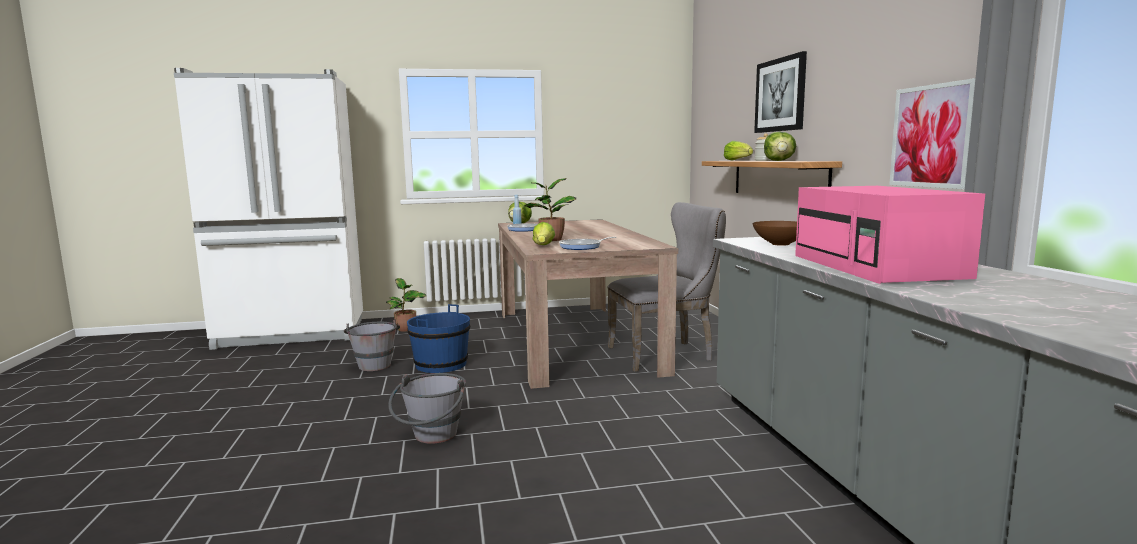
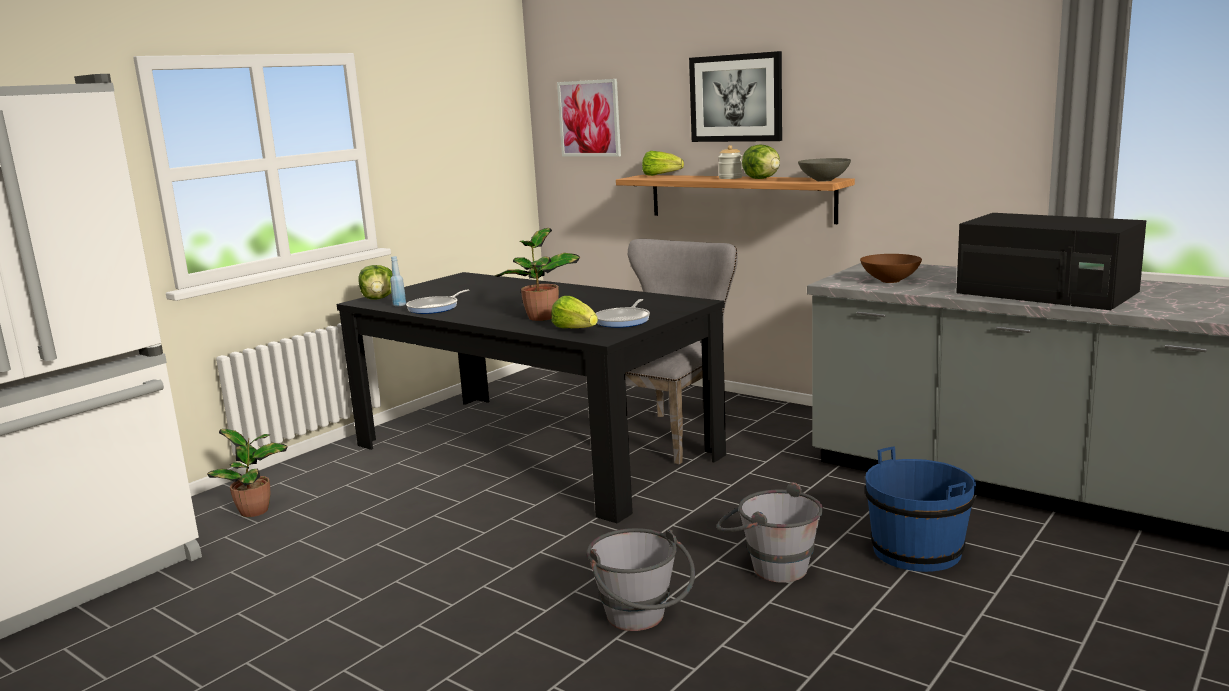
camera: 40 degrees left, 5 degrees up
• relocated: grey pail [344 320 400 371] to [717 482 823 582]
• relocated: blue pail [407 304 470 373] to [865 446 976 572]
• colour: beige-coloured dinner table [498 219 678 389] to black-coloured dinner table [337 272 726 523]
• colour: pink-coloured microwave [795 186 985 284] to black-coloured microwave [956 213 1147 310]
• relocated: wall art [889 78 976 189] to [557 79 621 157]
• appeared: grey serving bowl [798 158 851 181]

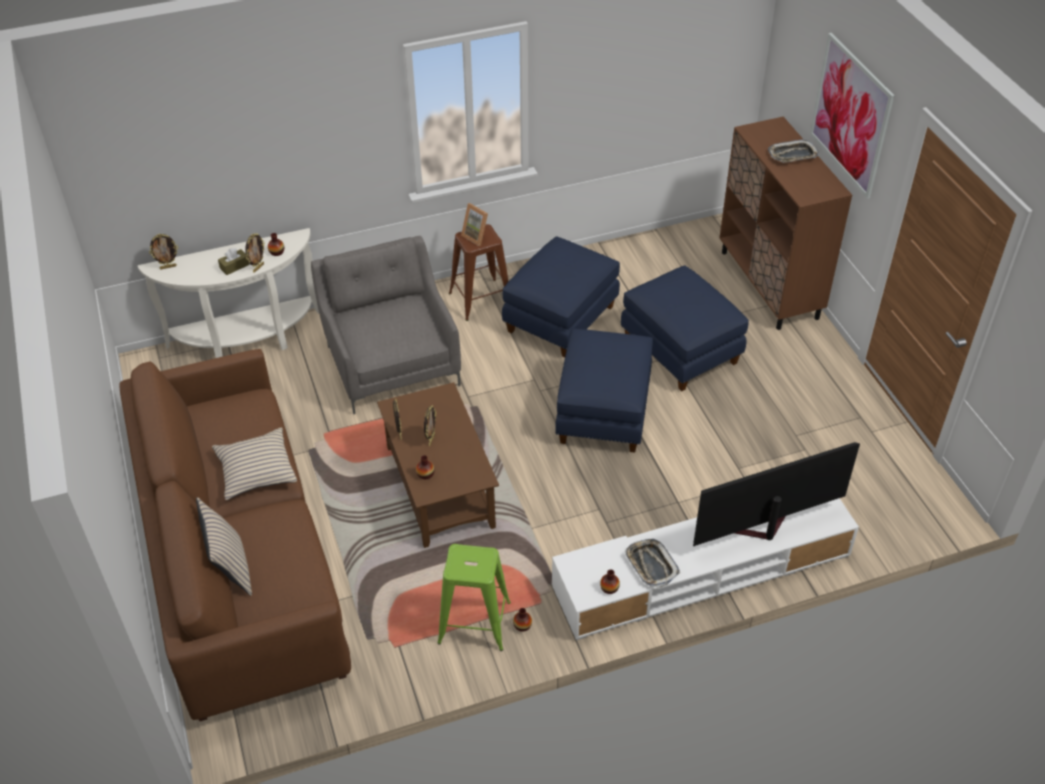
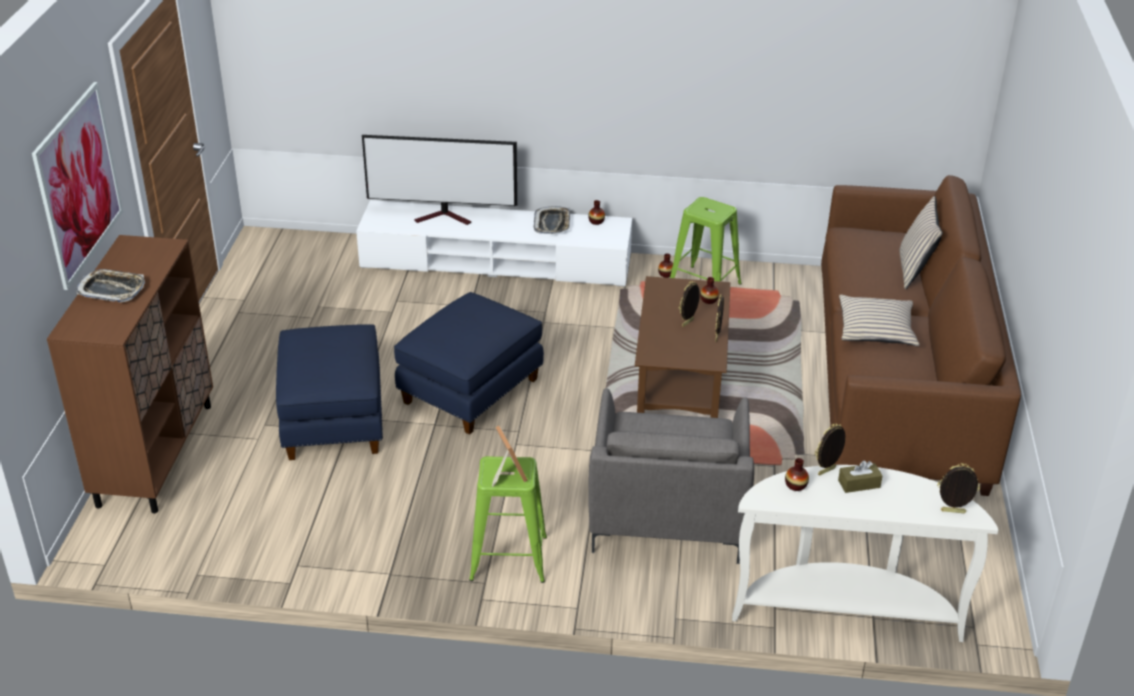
camera: 155 degrees left, 10 degrees down
• colour: brown stool [449 224 508 321] to green stool [469 456 547 583]
• missing: blue footrest [502 237 620 358]

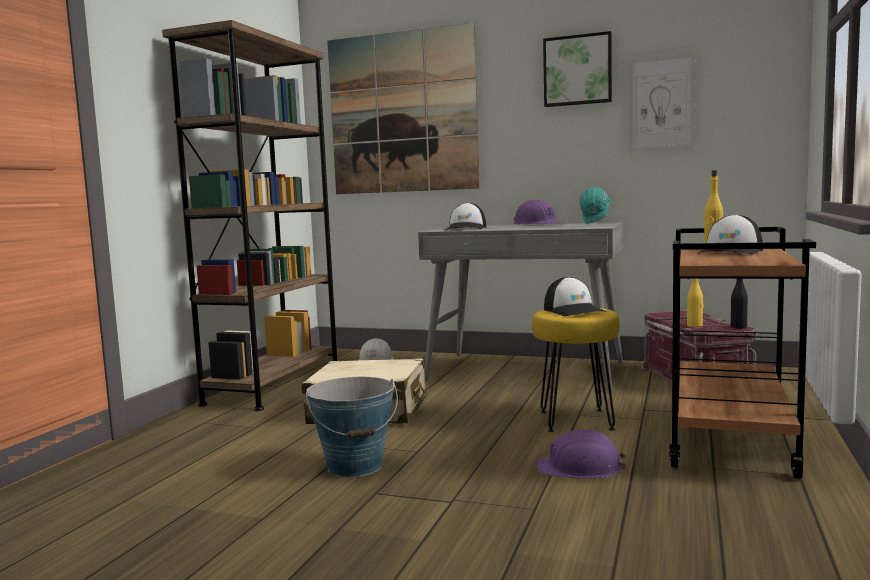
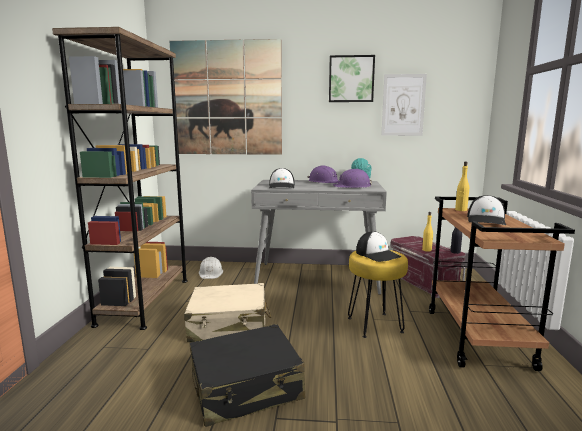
camera: 15 degrees left, 5 degrees up
• exchanged: pail [306 377 398 477] to black-coloured travel case [190 324 305 427]
• relocated: purple hard hat [537 429 626 479] to [333 169 372 188]

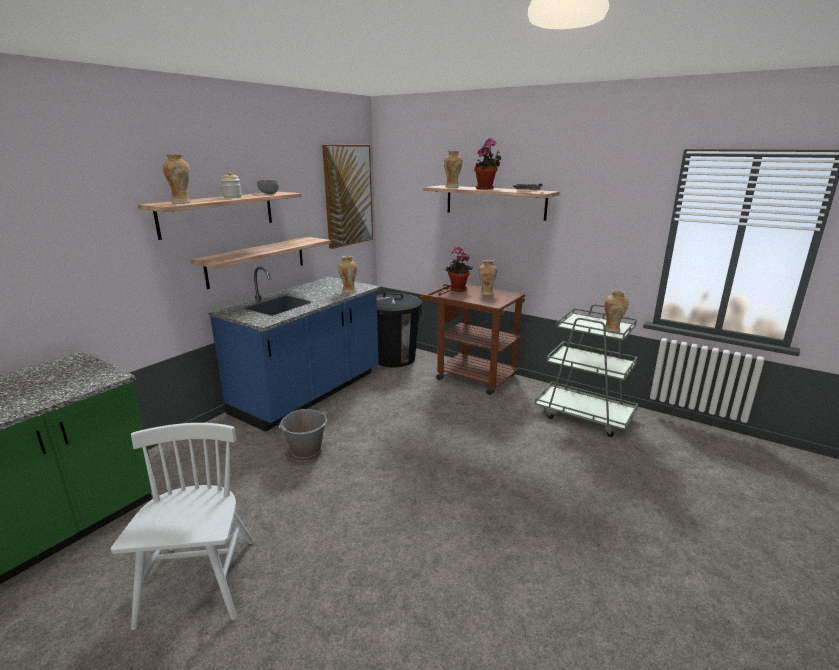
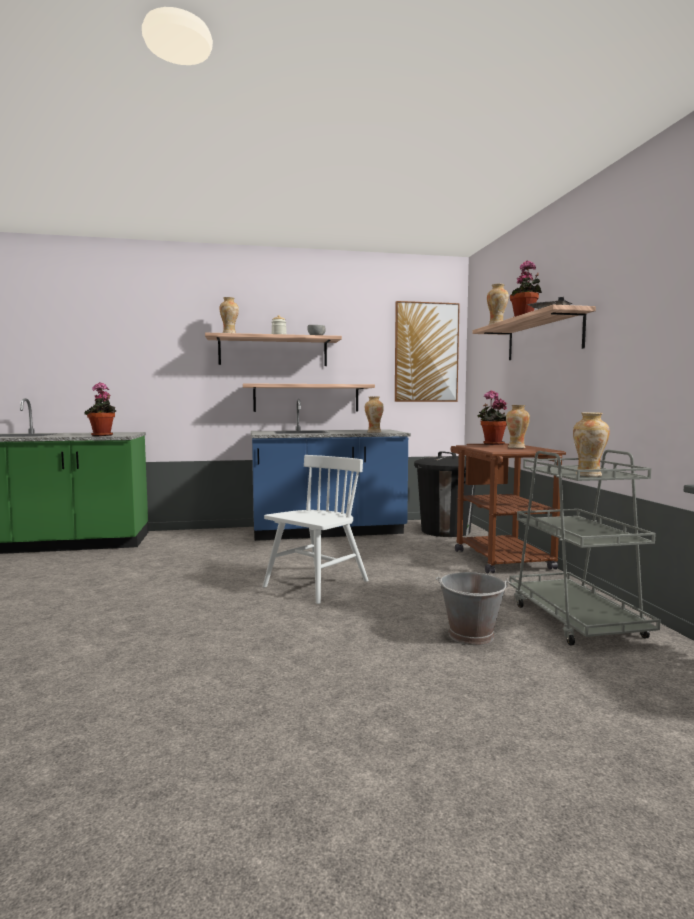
camera: 45 degrees right, 15 degrees down
• relocated: whitish plain chair [111 423 254 630] to [263 455 369 604]
• relocated: grey pail [279 409 327 462] to [436 572 511 645]
• appeared: plant in a pot [85 382 116 436]

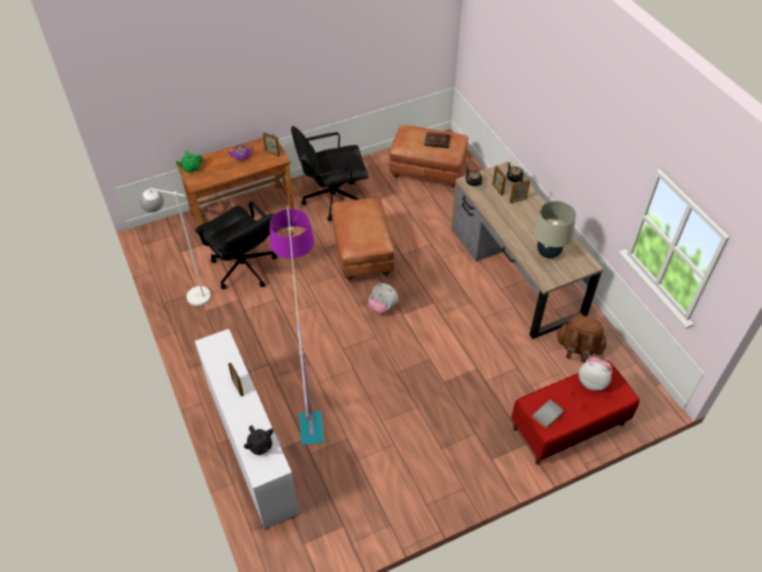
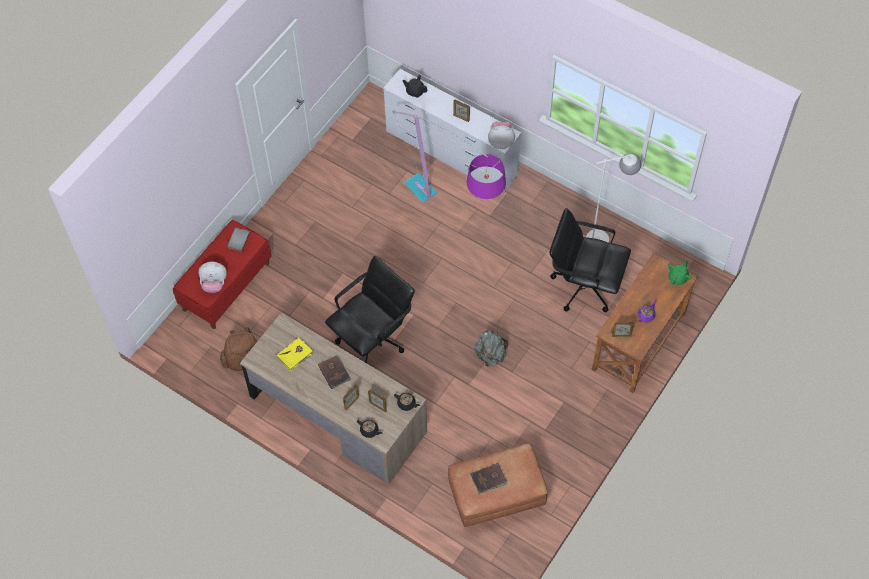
camera: 150 degrees right, 10 degrees up
• relocated: black-coloured office chair [291 126 369 221] to [325 256 415 364]
• exchanged: brown footrest [332 198 394 282] to grey rucksack [474 330 508 367]
• relocated: soft toy [368 283 398 314] to [488 122 515 149]
• exchanged: beige-coloured tabletop lamp [533 201 576 258] to yellowish bound book [276 337 314 371]
• appeared: brown bound book [318 354 351 389]

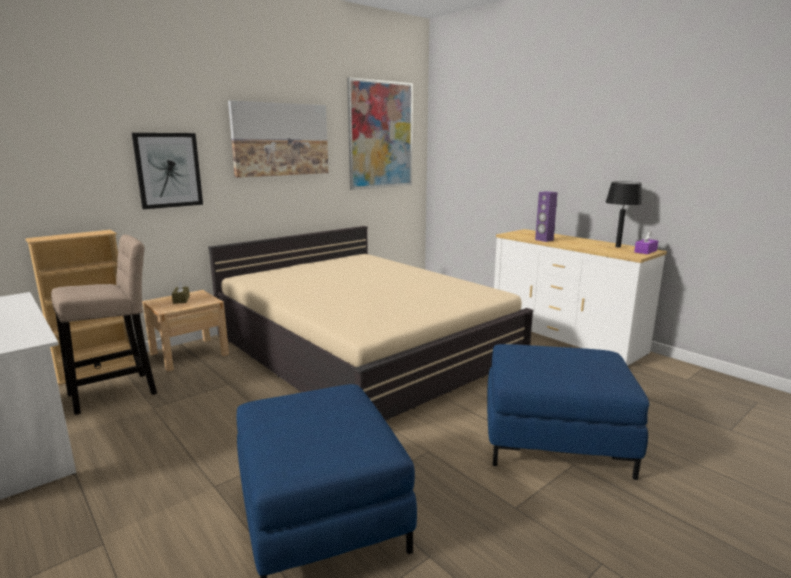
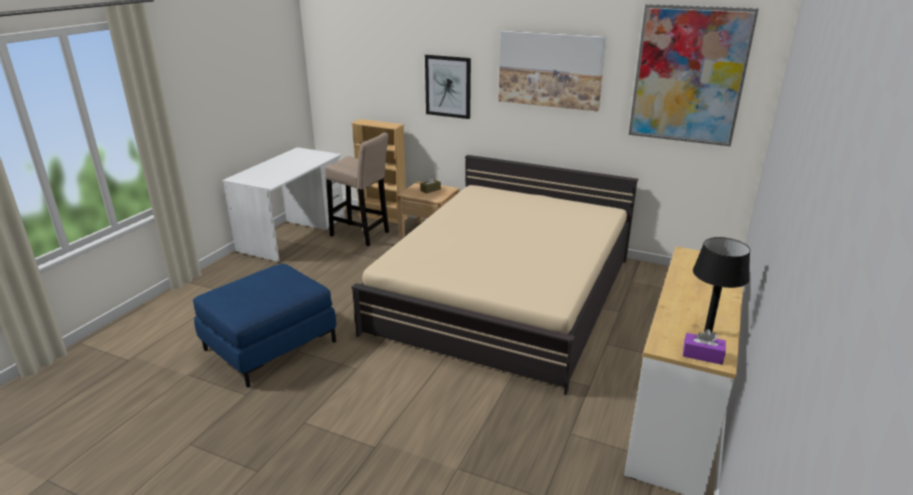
camera: 65 degrees right, 10 degrees up
• missing: blue footrest [487 344 649 480]
• missing: purple loudspeaker [535 191 558 242]

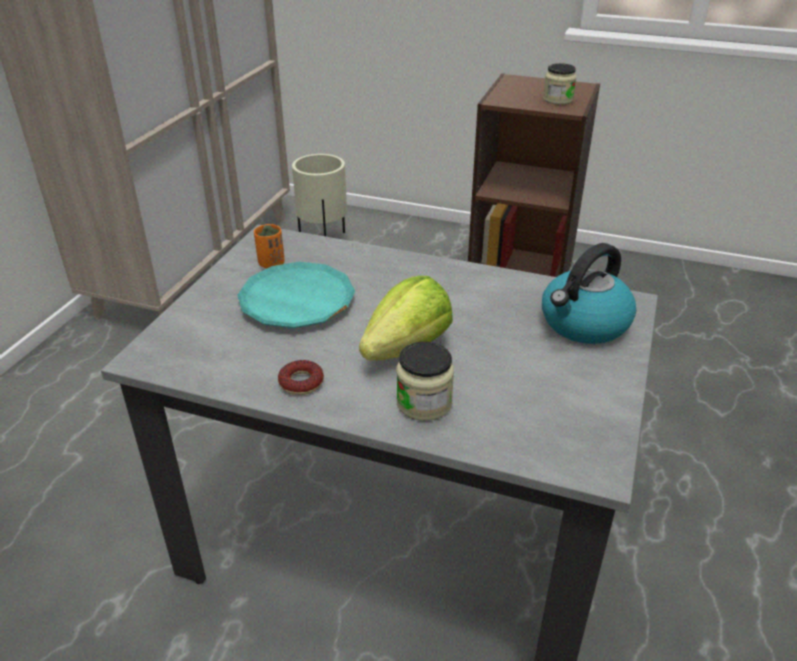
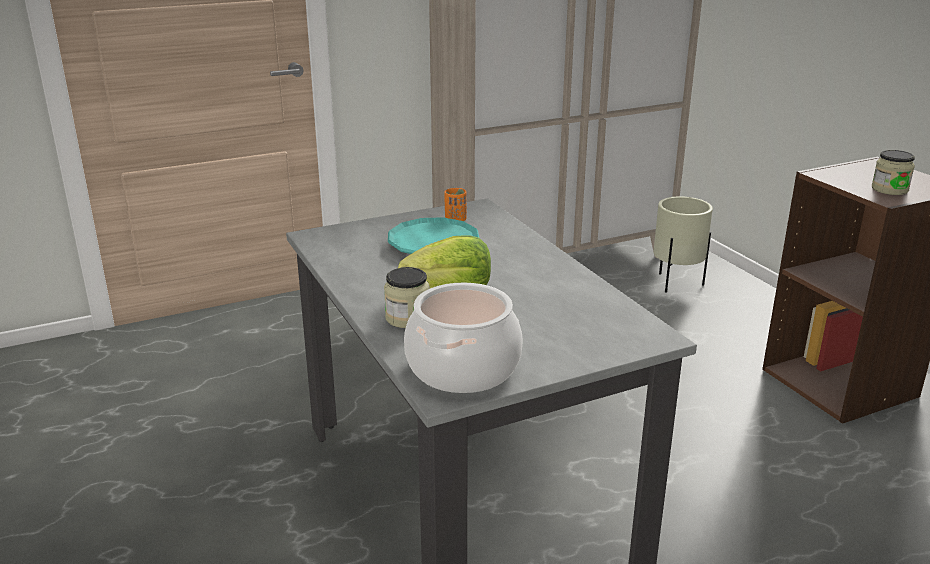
camera: 45 degrees right, 10 degrees down
• missing: doughnut [278 360 324 395]
• missing: kettle [542 243 636 344]
• appeared: cooking pot [404 283 523 393]

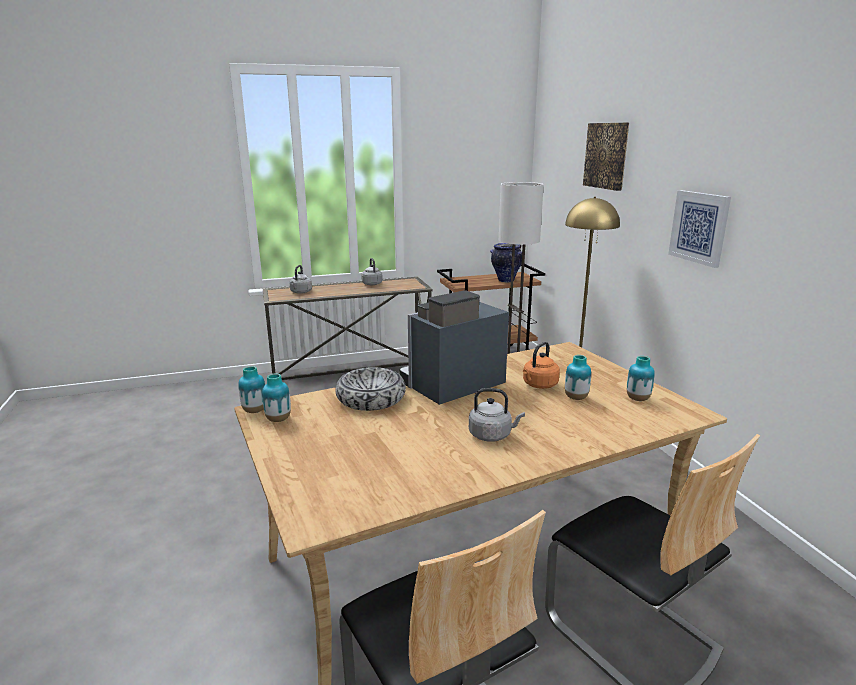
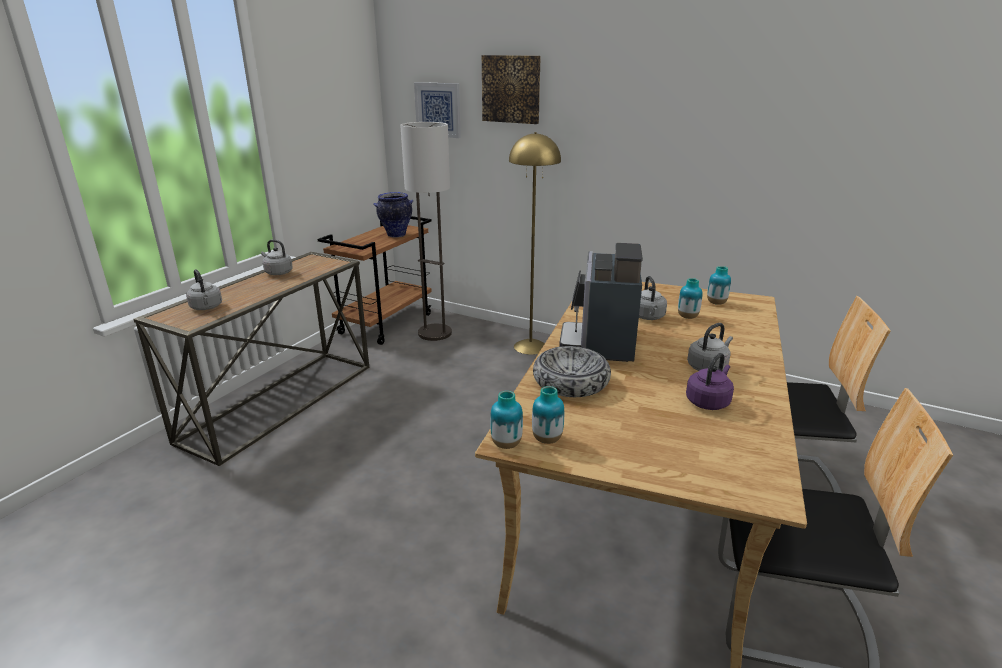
camera: 45 degrees left, 5 degrees up
• colour: orangey kettle [523 342 560 389] to grey kettle [639 276 667 320]
• relocated: wall art [668 190 731 268] to [414 82 461 138]
• appeared: purple kettle [686 353 734 410]

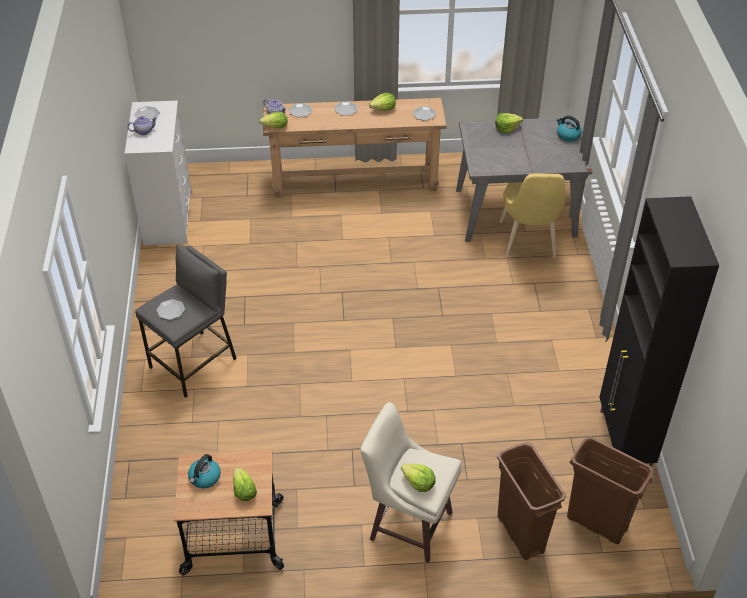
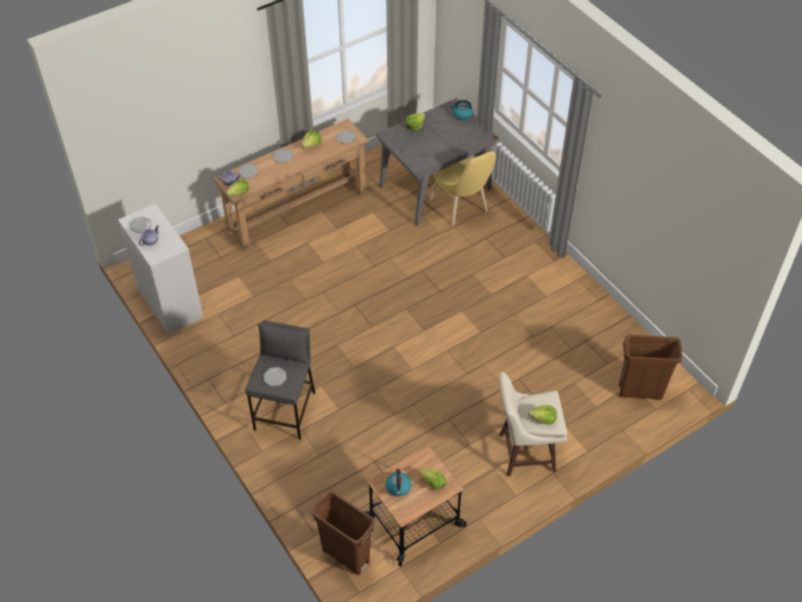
camera: 30 degrees left, 5 degrees up
• relocated: brown trash can [497 442 566 560] to [311 490 375 575]
• missing: black-coloured storage cabinet [599 196 719 466]

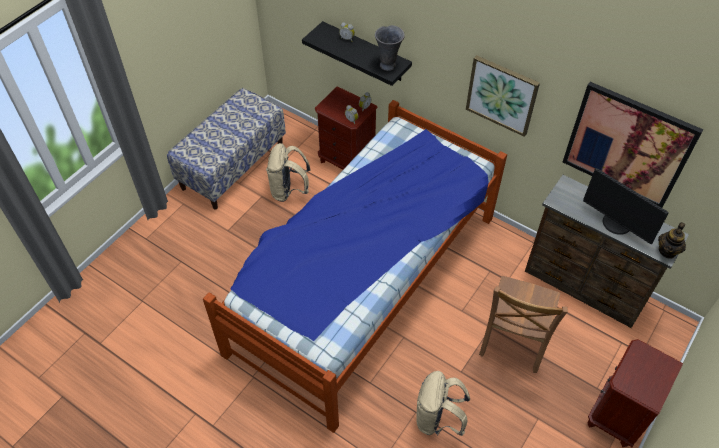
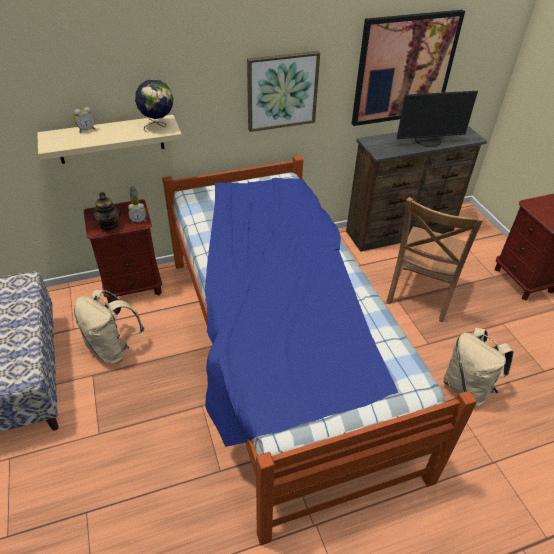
camera: 55 degrees left, 10 degrees down
• colour: black-coloured shelf [302 21 412 86] to beige-coloured shelf [37 115 182 164]
• exchanged: grey vase [375 25 405 71] to world globe [135 79 173 132]
• spun: brown plain chair [479 276 568 373] = [386 197 483 322] 60 degrees clockwise
• relocated: tea pot [658 222 686 259] to [92 192 121 231]

